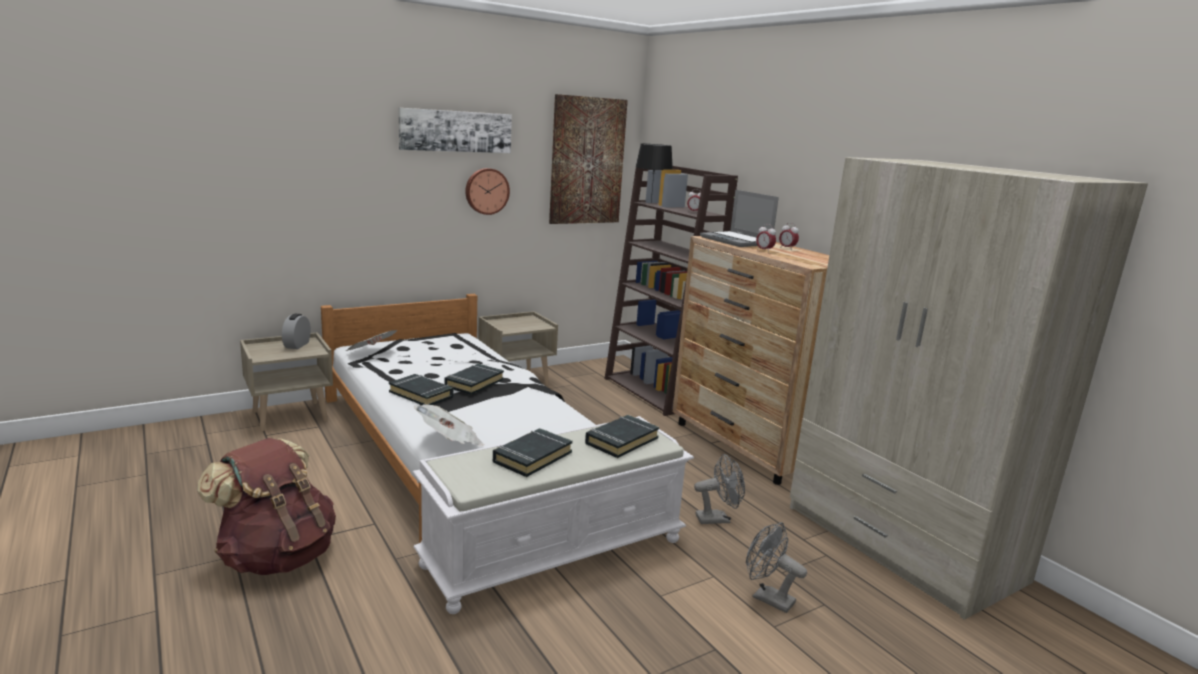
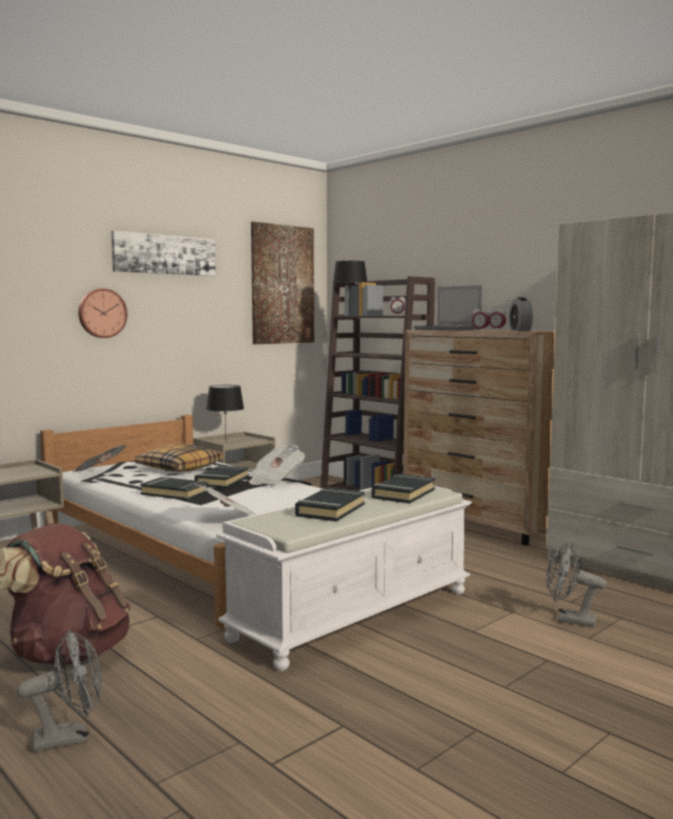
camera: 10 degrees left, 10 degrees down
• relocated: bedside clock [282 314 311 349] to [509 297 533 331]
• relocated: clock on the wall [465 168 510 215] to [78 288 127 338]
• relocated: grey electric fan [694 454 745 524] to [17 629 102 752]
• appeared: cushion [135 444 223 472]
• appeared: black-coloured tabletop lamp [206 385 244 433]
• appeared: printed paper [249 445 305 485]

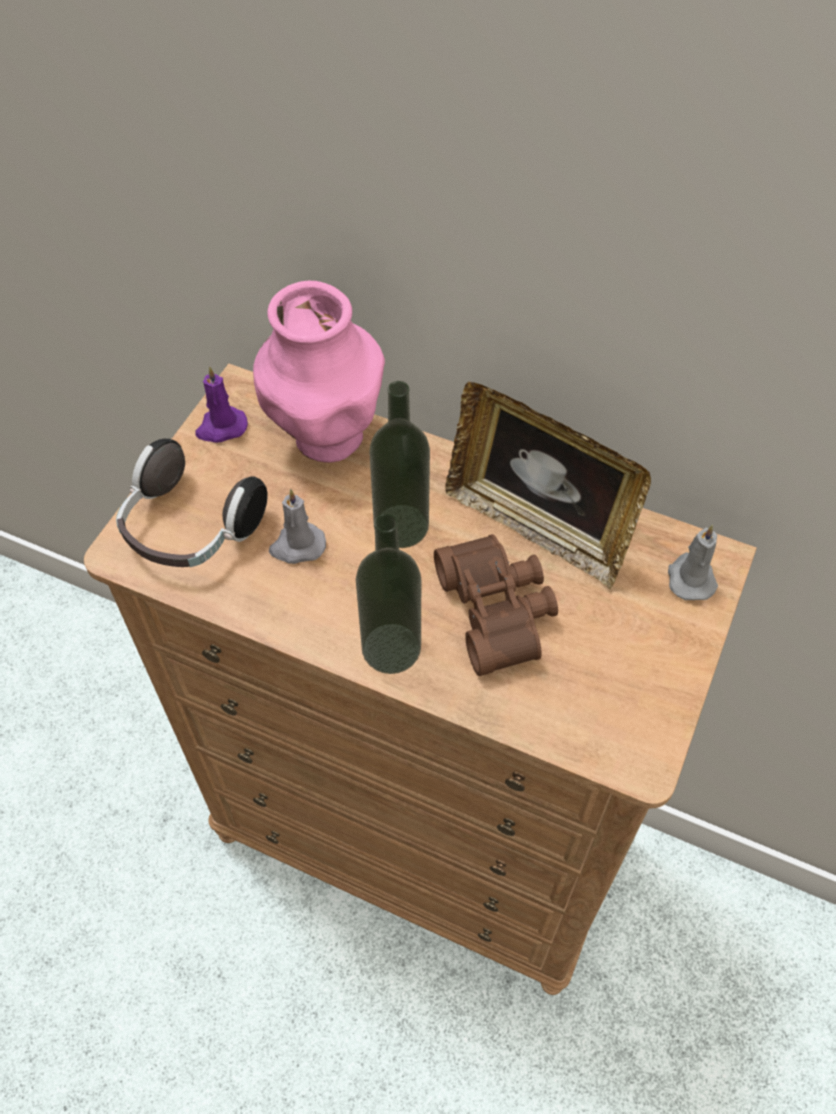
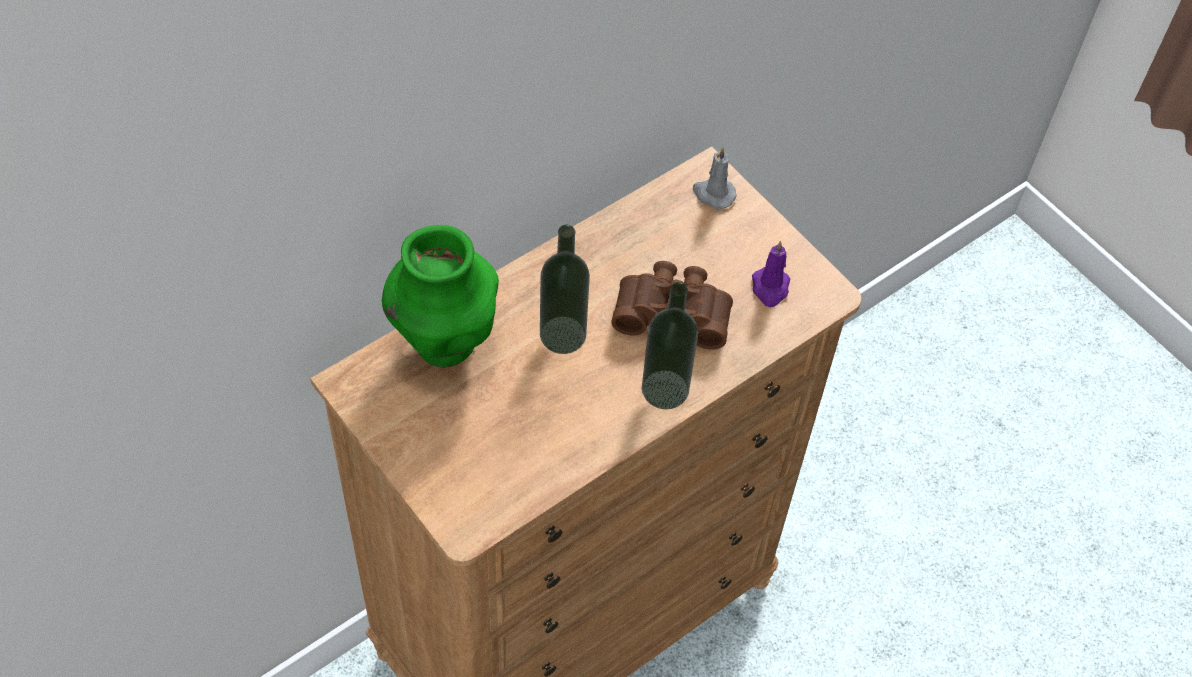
camera: 65 degrees left, 0 degrees up
• missing: headphones [116 439 268 567]
• relocated: purple candle [195 366 248 443] to [752 241 790 307]
• colour: pink-coloured vase [253 281 385 463] to green vase [382 225 499 368]
• missing: grey candle [269 489 326 564]
• missing: picture frame [445 381 651 589]

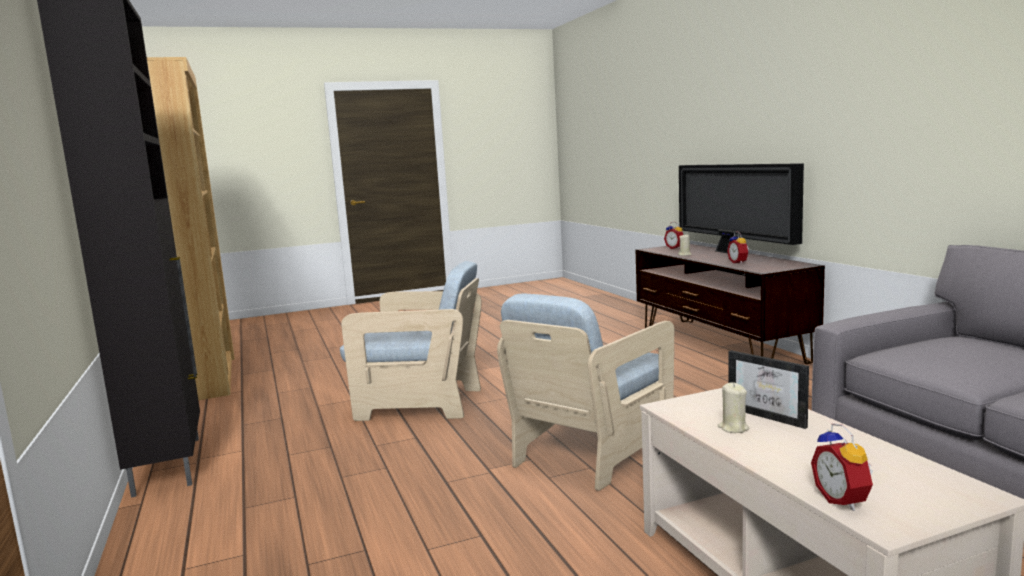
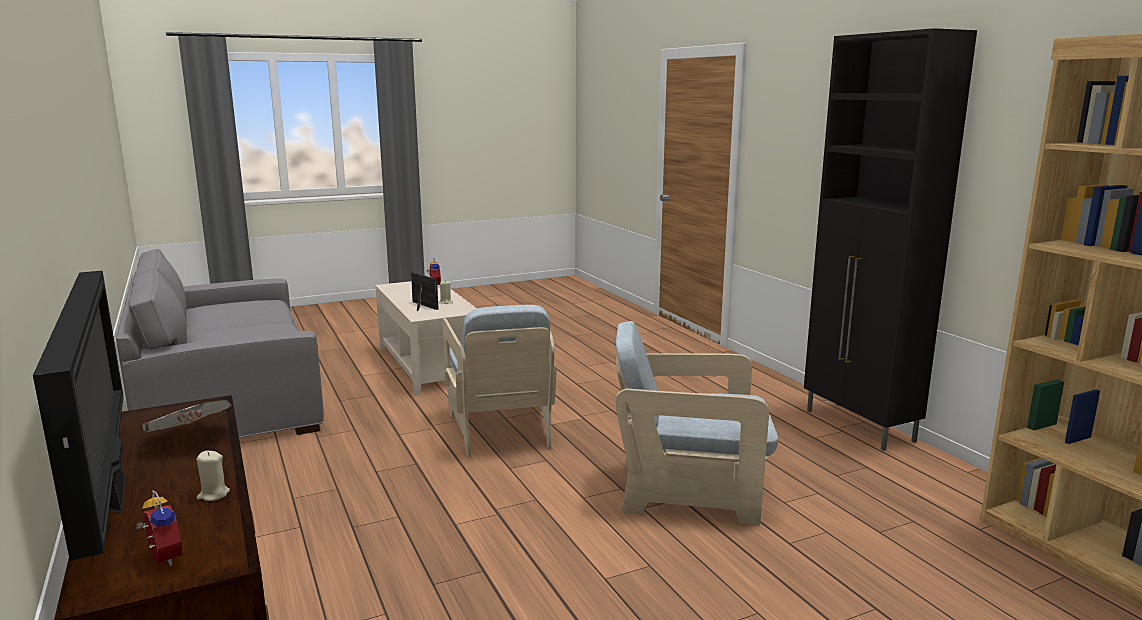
camera: 175 degrees right, 5 degrees up
• spun: beige-coloured easy chair [497 294 674 491] = [442 305 557 457] 135 degrees clockwise
• exchanged: bedside clock [727 231 749 264] to printed paper [142 400 231 432]

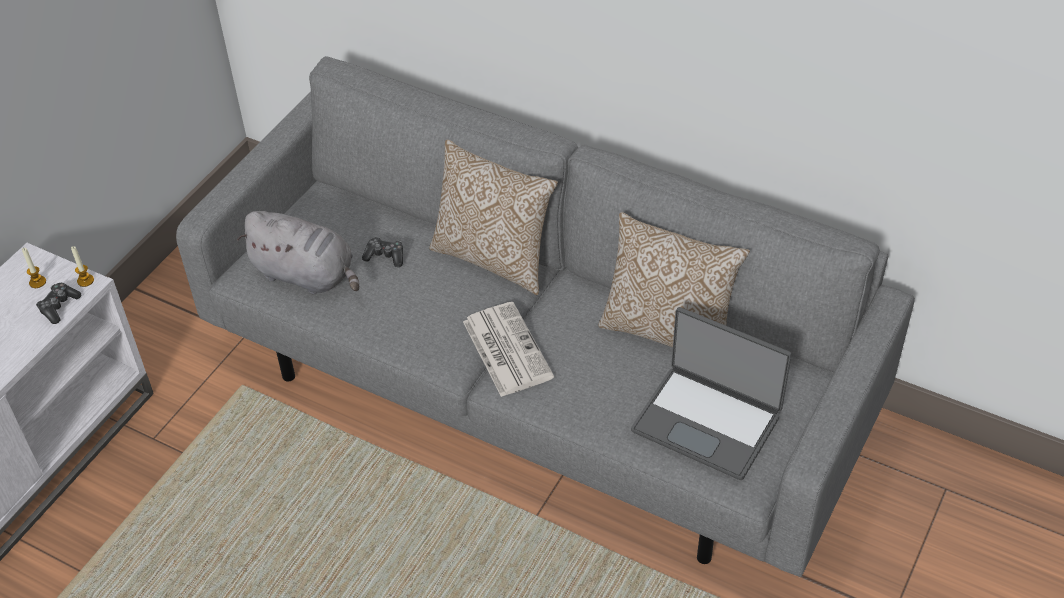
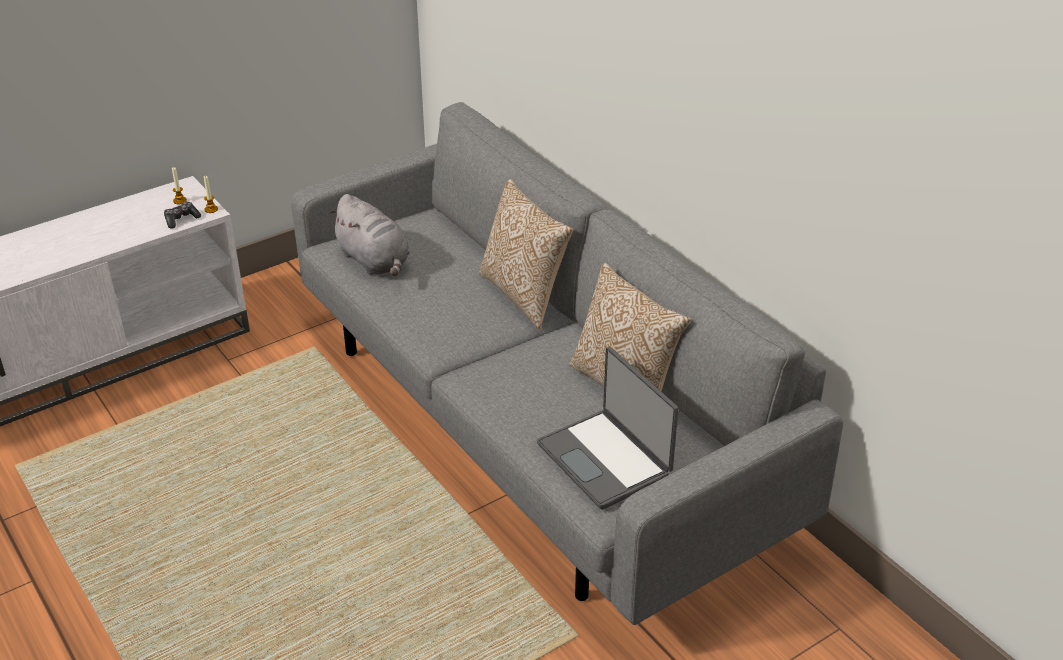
camera: 25 degrees right, 10 degrees down
• missing: gamepad [362 237 403 267]
• missing: printed paper [463 302 554 397]

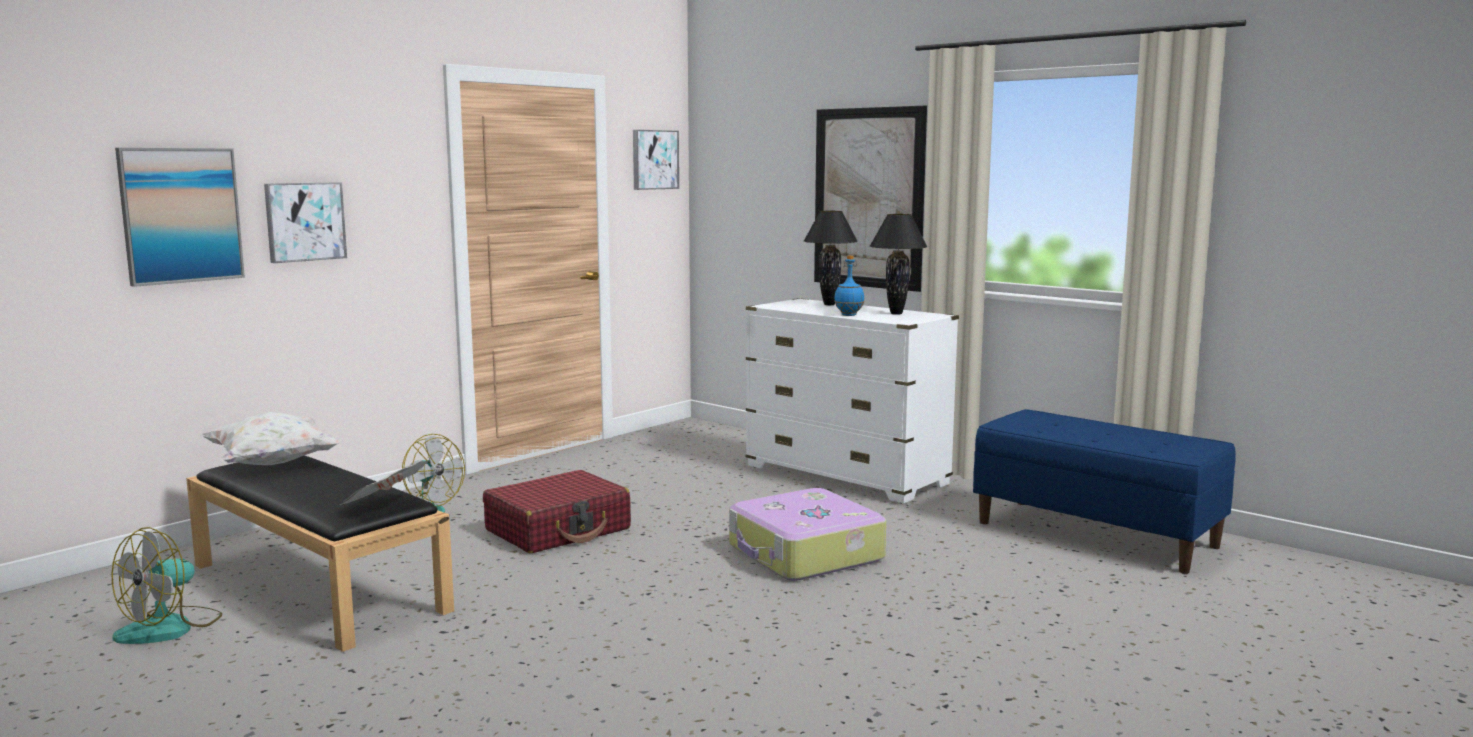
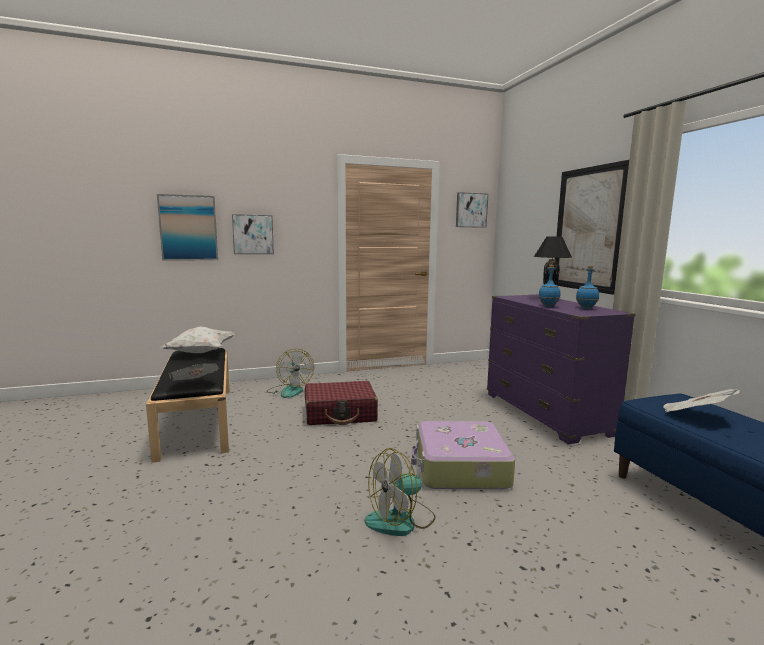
camera: 30 degrees right, 0 degrees up
• relocated: electric fan [111 527 222 644] to [365 448 436 536]
• colour: whitish dresser [746 298 959 504] to purple dresser [487 294 636 445]
• exchanged: black-coloured tabletop lamp [870 214 928 315] to blue bottle [576 266 599 309]
• appeared: printed paper [664 389 740 412]

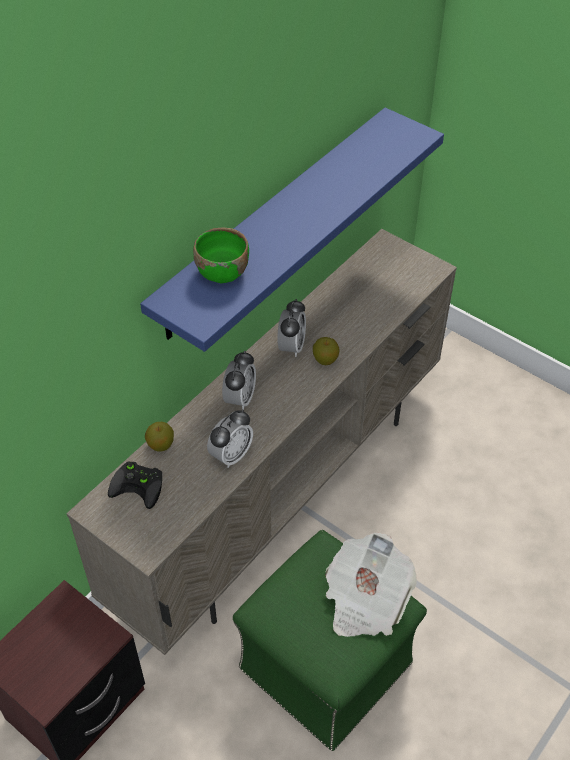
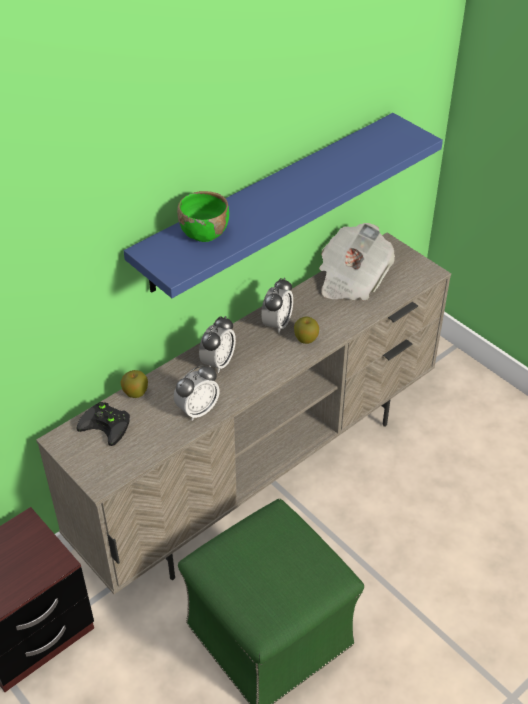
camera: 10 degrees right, 5 degrees down
• relocated: printed paper [325 532 417 637] to [319 223 395 301]

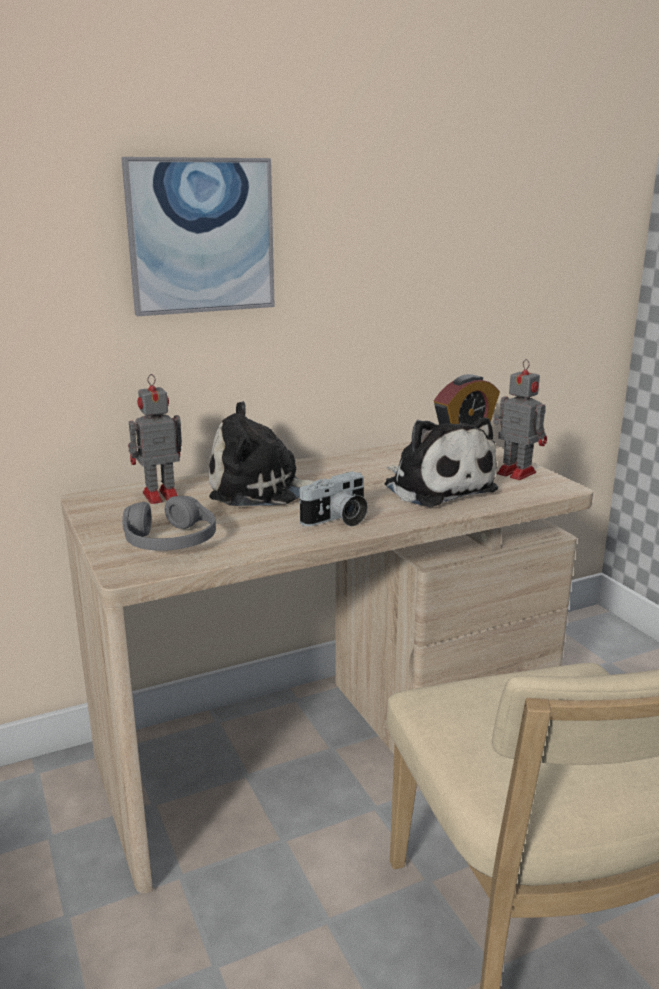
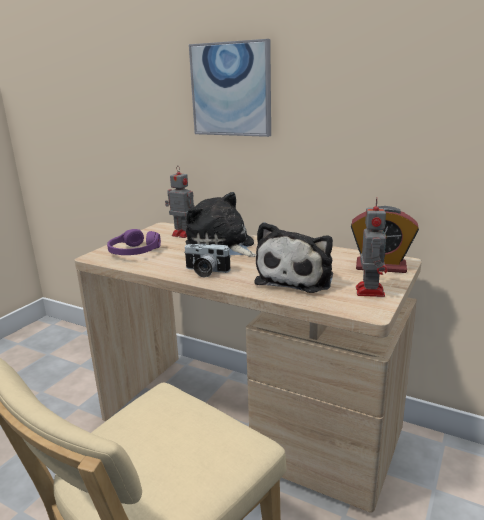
camera: 55 degrees right, 0 degrees up
• colour: grey headphones [122 496 216 551] to purple headphones [107 229 161 255]

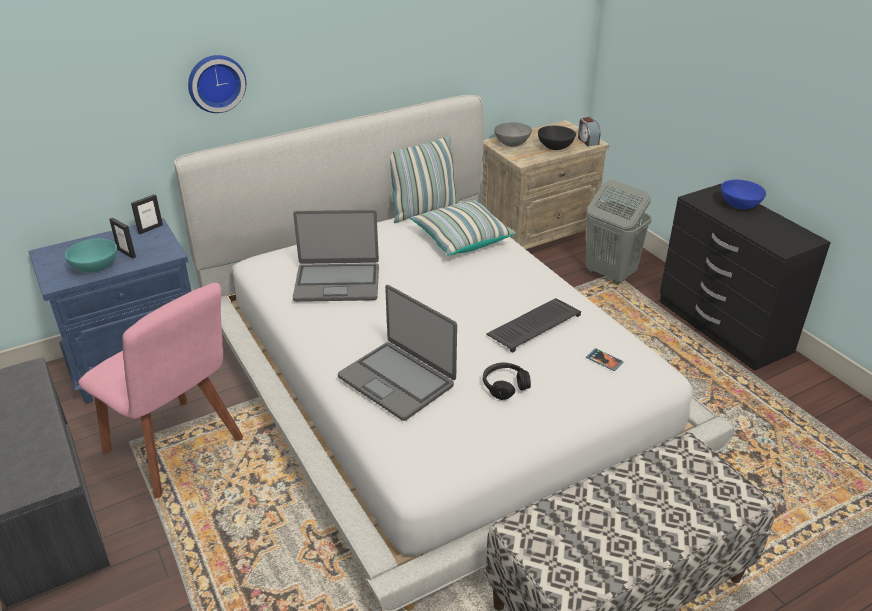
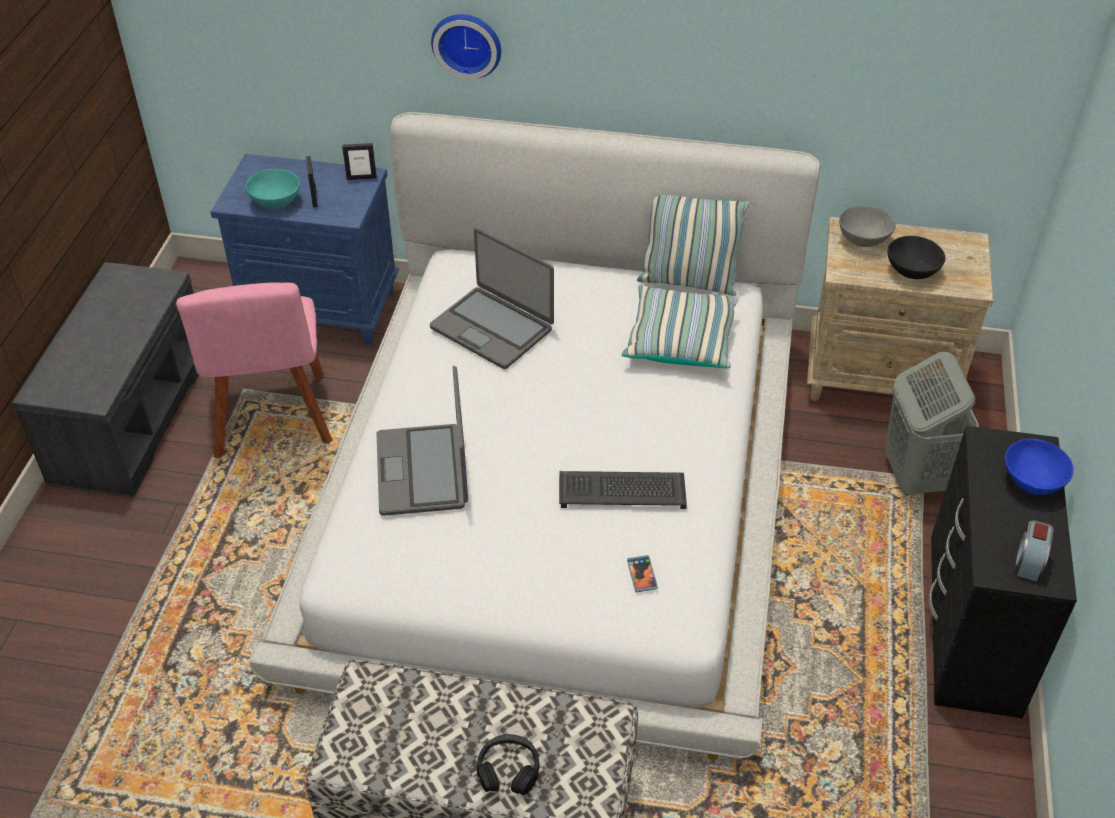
camera: 40 degrees right, 10 degrees up
• relocated: black-coloured headphones [483 363 531 400] to [476 734 539 795]
• relocated: bedside clock [578 117 601 146] to [1014 520 1054 582]

